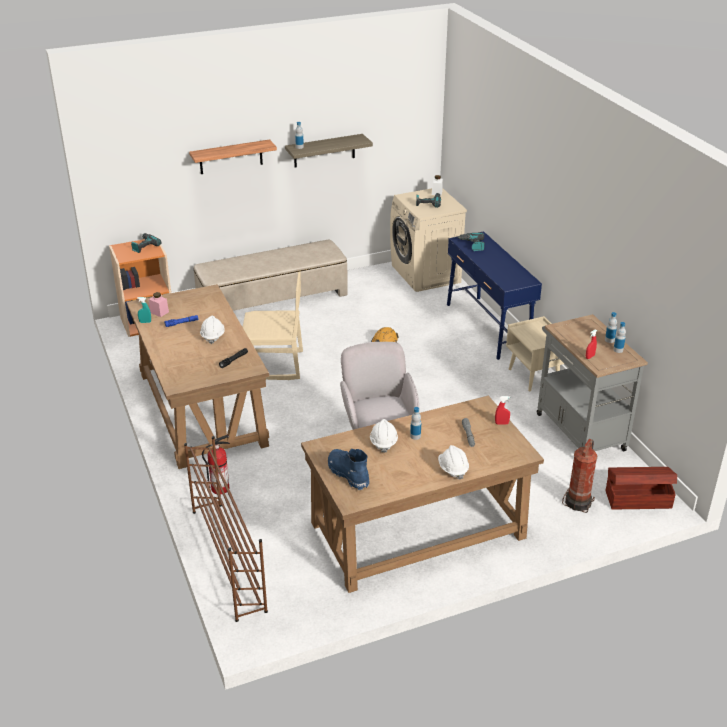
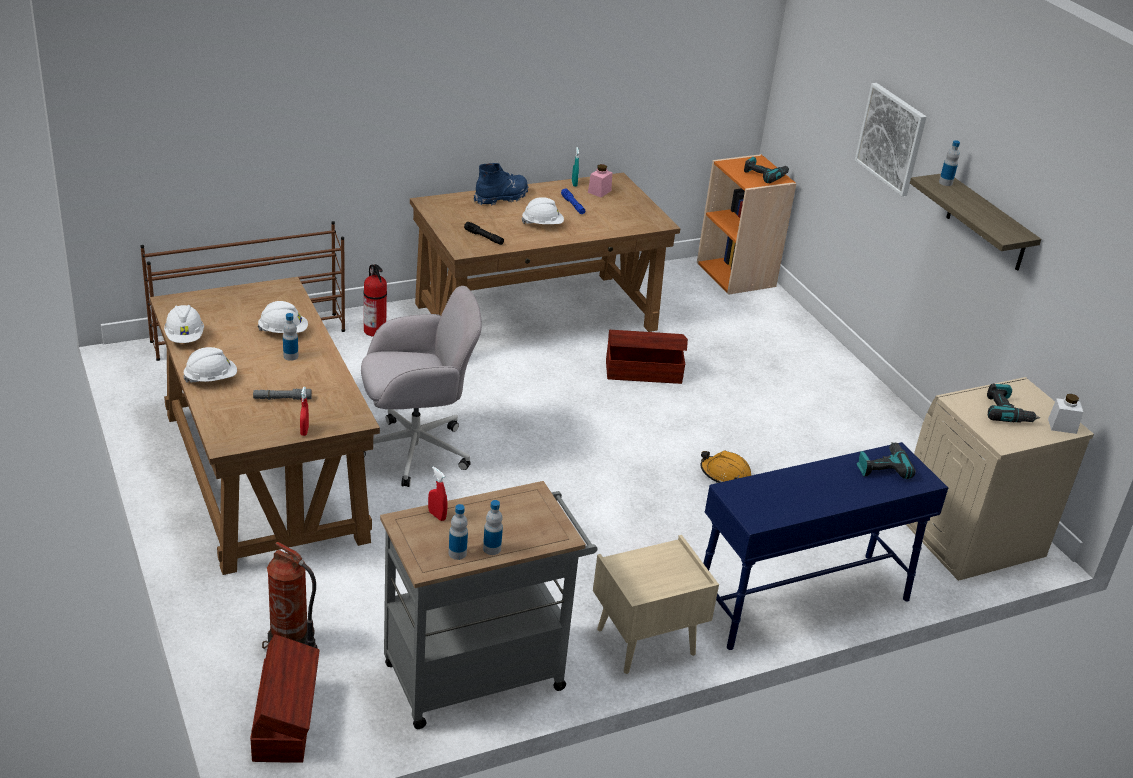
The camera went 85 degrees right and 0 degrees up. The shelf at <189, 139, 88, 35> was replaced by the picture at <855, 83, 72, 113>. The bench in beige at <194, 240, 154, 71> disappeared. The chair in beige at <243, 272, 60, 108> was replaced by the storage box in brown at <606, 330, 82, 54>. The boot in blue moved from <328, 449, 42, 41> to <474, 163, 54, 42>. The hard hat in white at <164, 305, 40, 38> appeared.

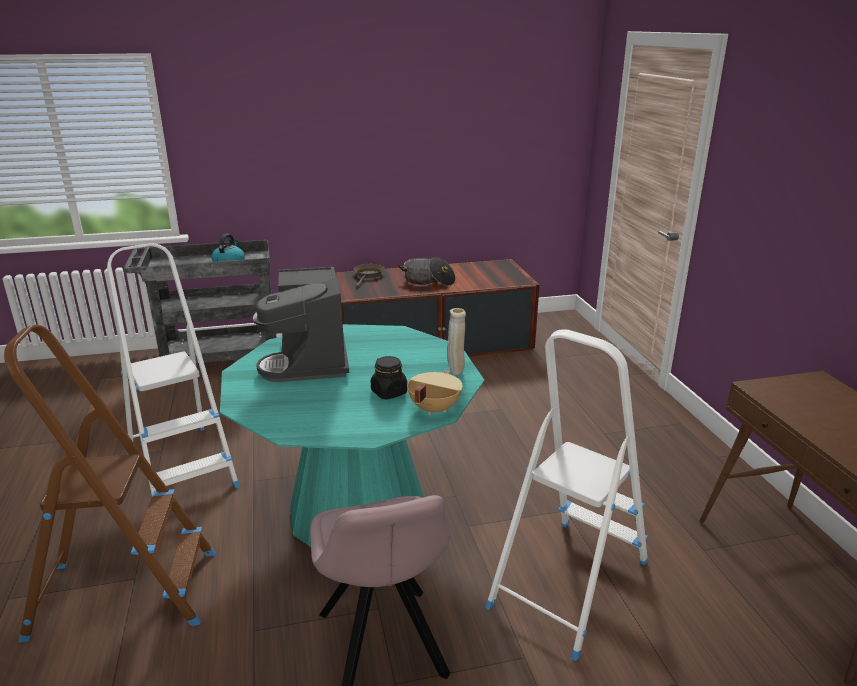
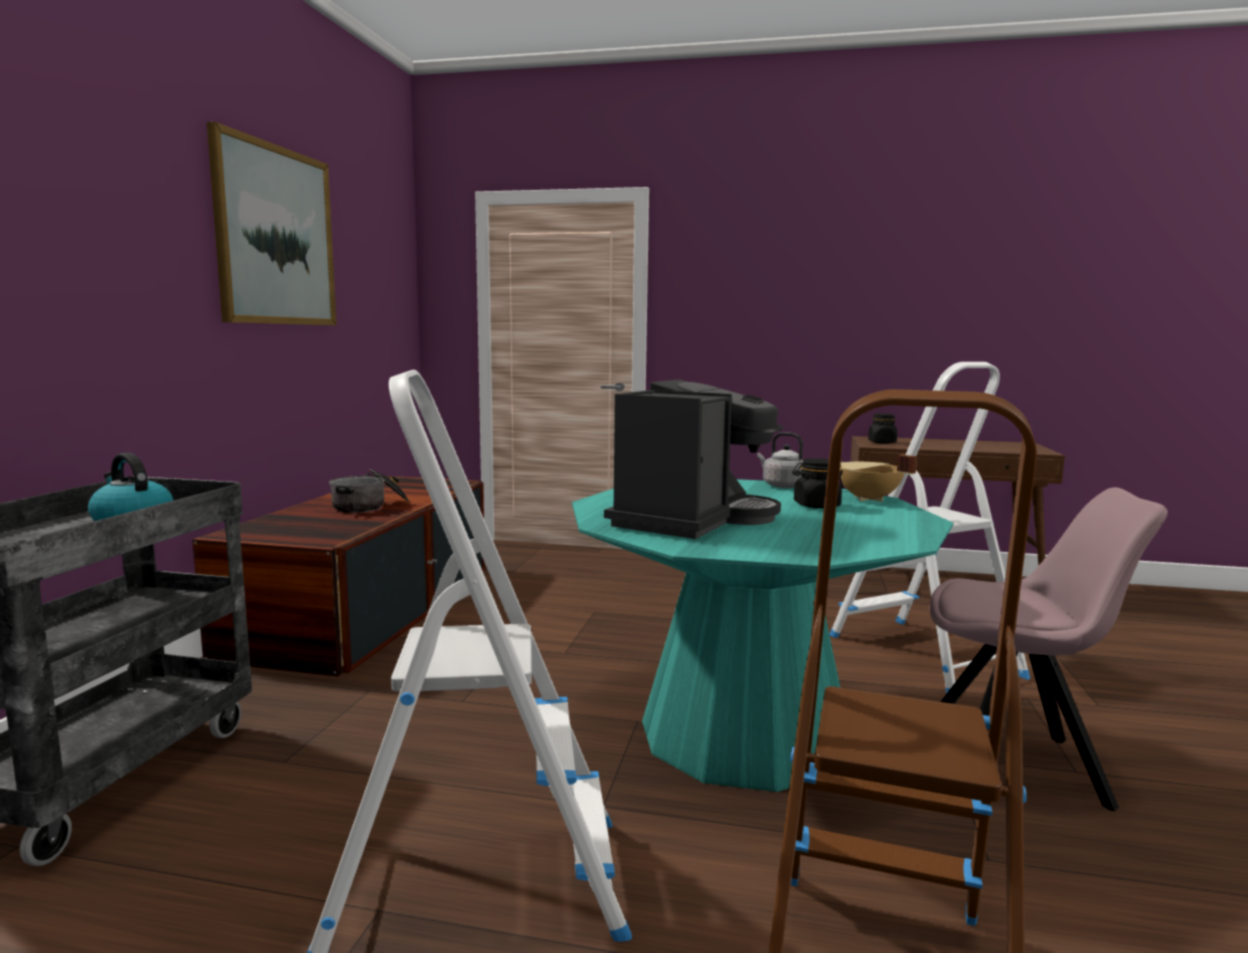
The camera went 65 degrees left and 15 degrees down. The coffee machine at <253, 267, 96, 115> turned 75 degrees counterclockwise. The frying pan in brown at <354, 264, 30, 23> disappeared. The vase in beige at <447, 308, 19, 67> was replaced by the kettle in grey at <757, 432, 47, 56>. The picture at <207, 122, 130, 203> appeared. The jar in black at <868, 413, 29, 31> appeared.

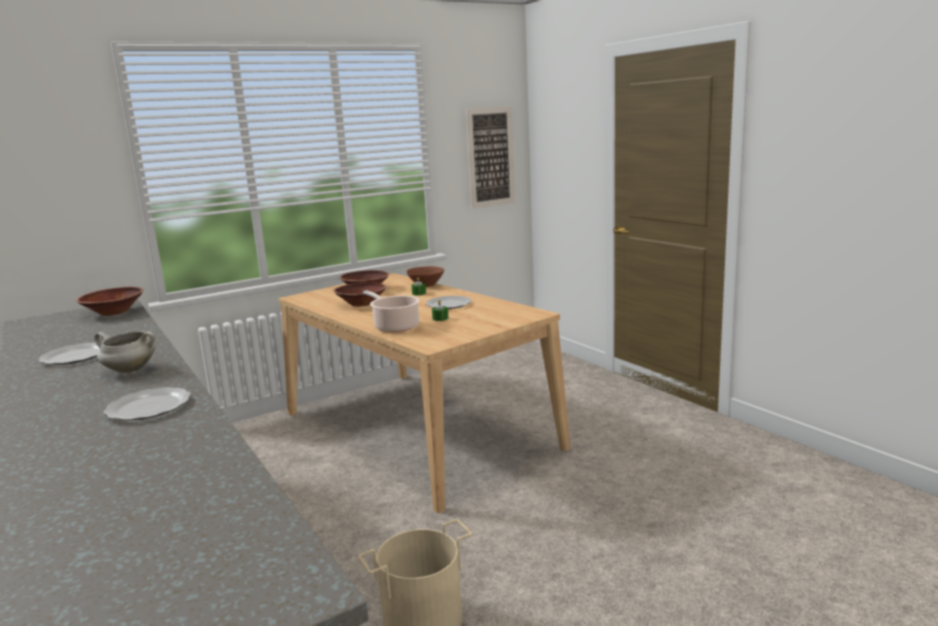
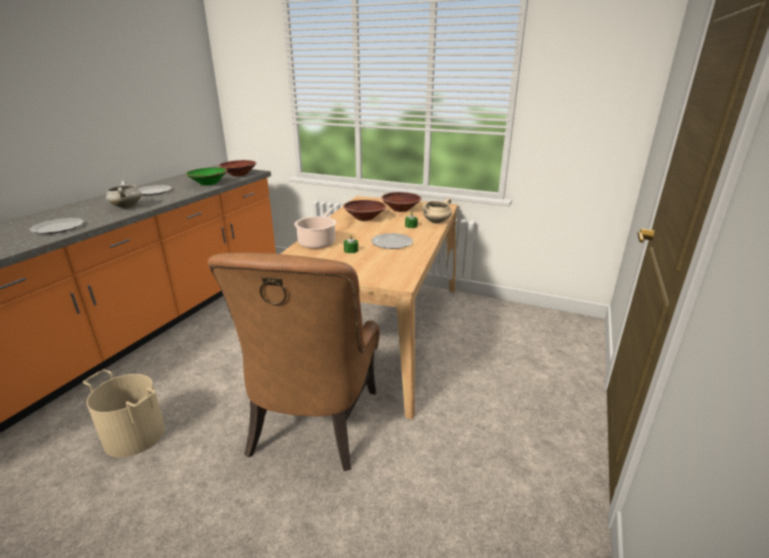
The camera went 55 degrees right and 10 degrees up. The bowl in brown at <406, 266, 38, 21> was replaced by the cooking pot in beige at <422, 198, 30, 25>. The picture at <466, 107, 49, 102> disappeared. The bowl in green at <185, 167, 43, 19> appeared. The chair in brown at <207, 253, 173, 218> appeared.

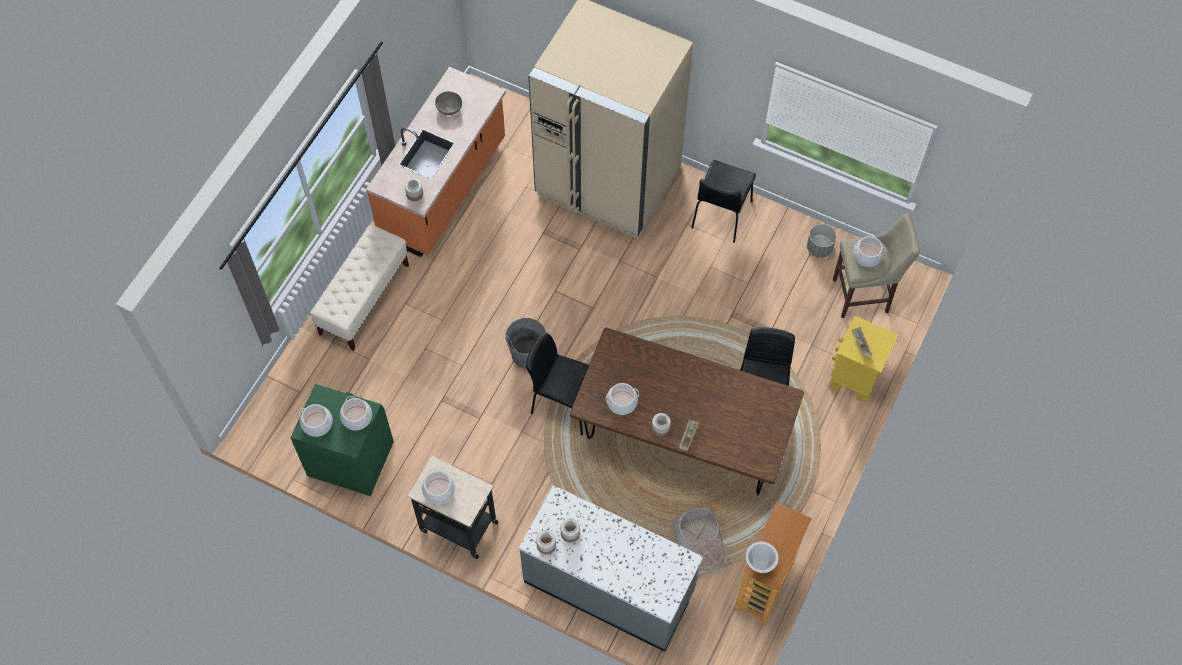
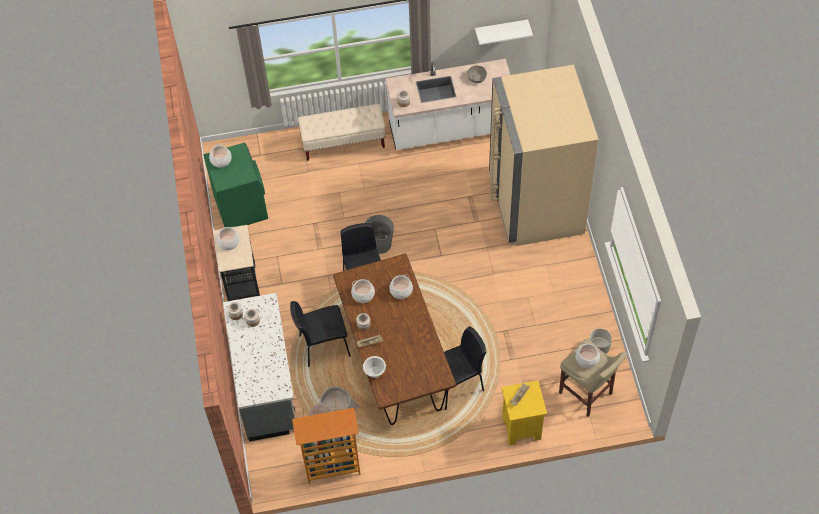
The camera went 55 degrees right and 5 degrees down. The cooking pot moved from <340, 396, 32, 34> to <389, 275, 24, 24>. The counter in orange at <366, 67, 140, 190> became the counter in white at <386, 59, 124, 91>. The chair in black moved from <691, 160, 65, 83> to <290, 301, 61, 66>. The bowl in white moved from <746, 542, 33, 31> to <363, 356, 23, 22>. The shelf in white at <475, 20, 58, 25> appeared.

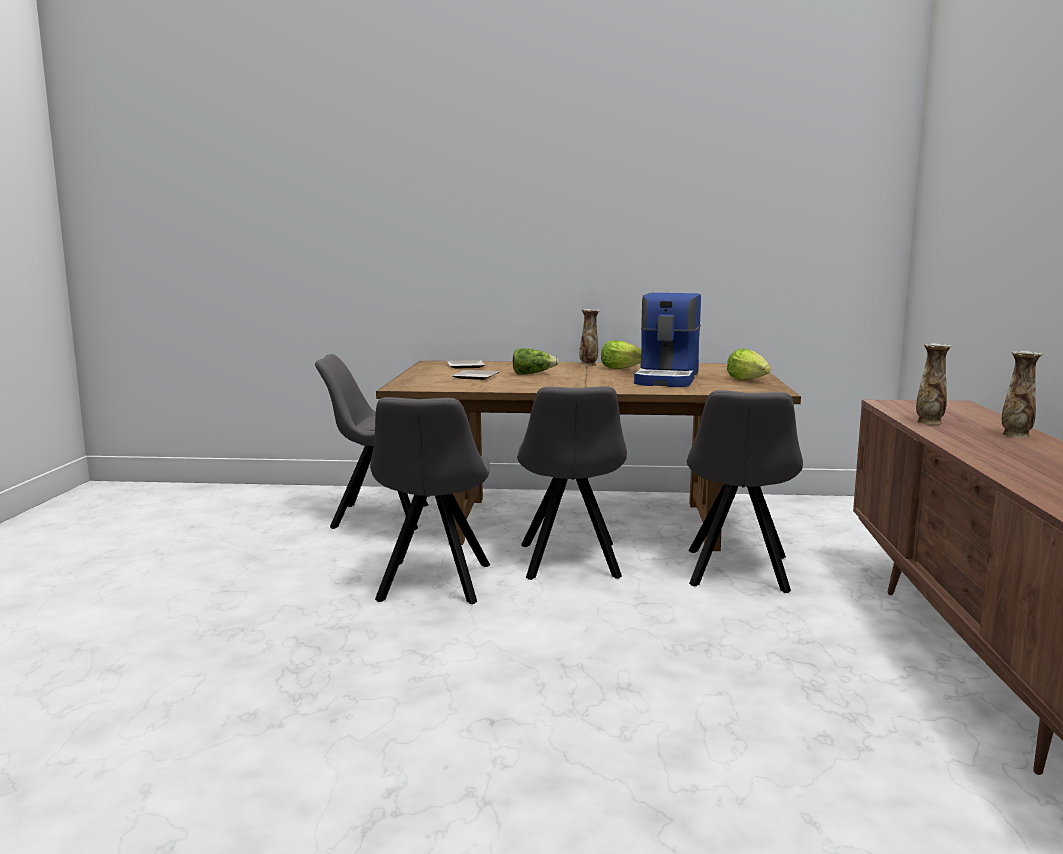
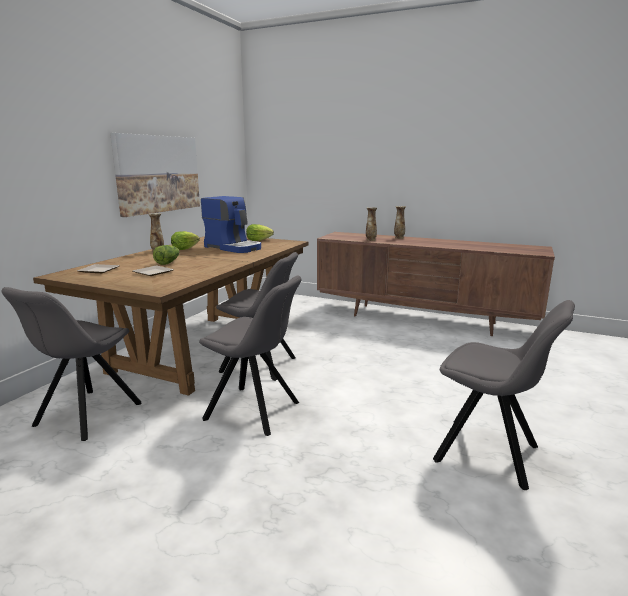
The camera went 70 degrees left and 5 degrees up. The chair in grey moved from <687, 390, 116, 203> to <433, 300, 142, 190>. The picture at <110, 133, 90, 84> appeared.

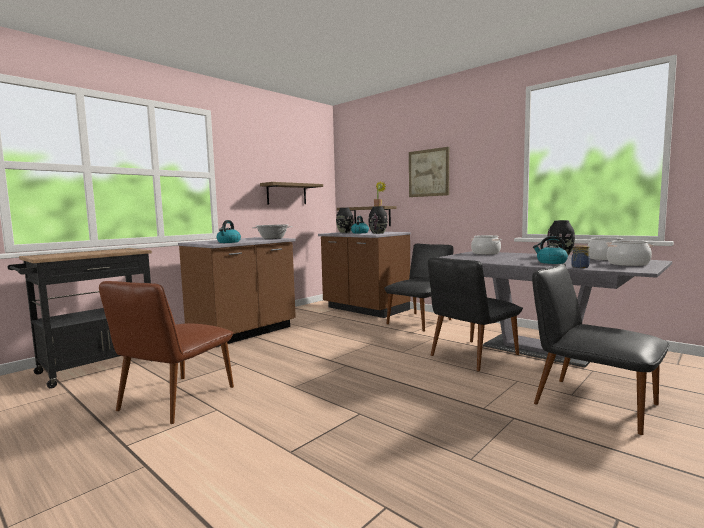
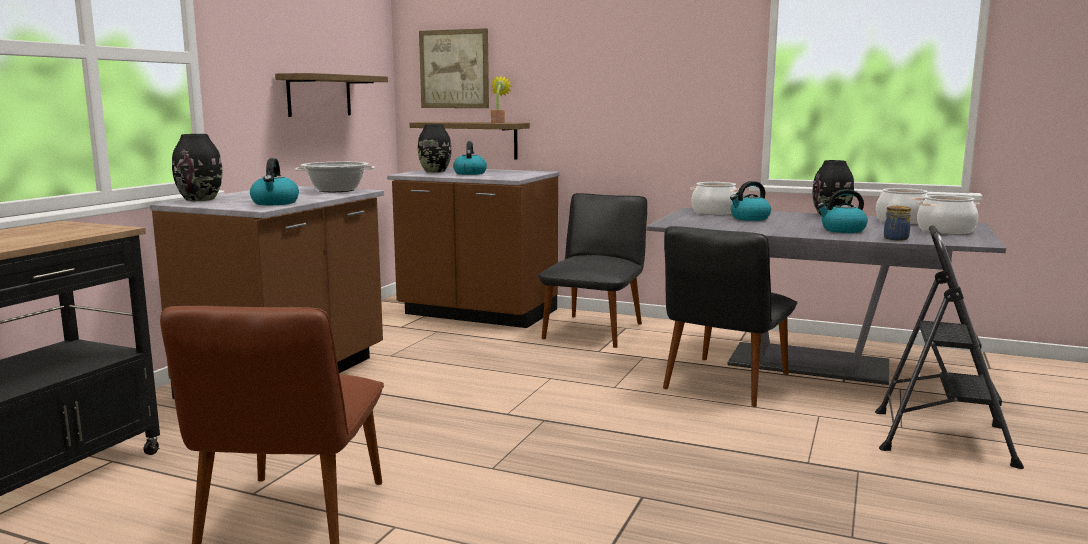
The camera went 20 degrees left and 5 degrees up. The vase in black moved from <368, 206, 20, 28> to <172, 134, 50, 67>. The picture moved from <409, 147, 40, 50> to <419, 28, 70, 80>. The chair in black at <532, 263, 137, 172> was replaced by the step ladder in black at <875, 225, 149, 244>. The kettle at <730, 181, 41, 40> appeared.

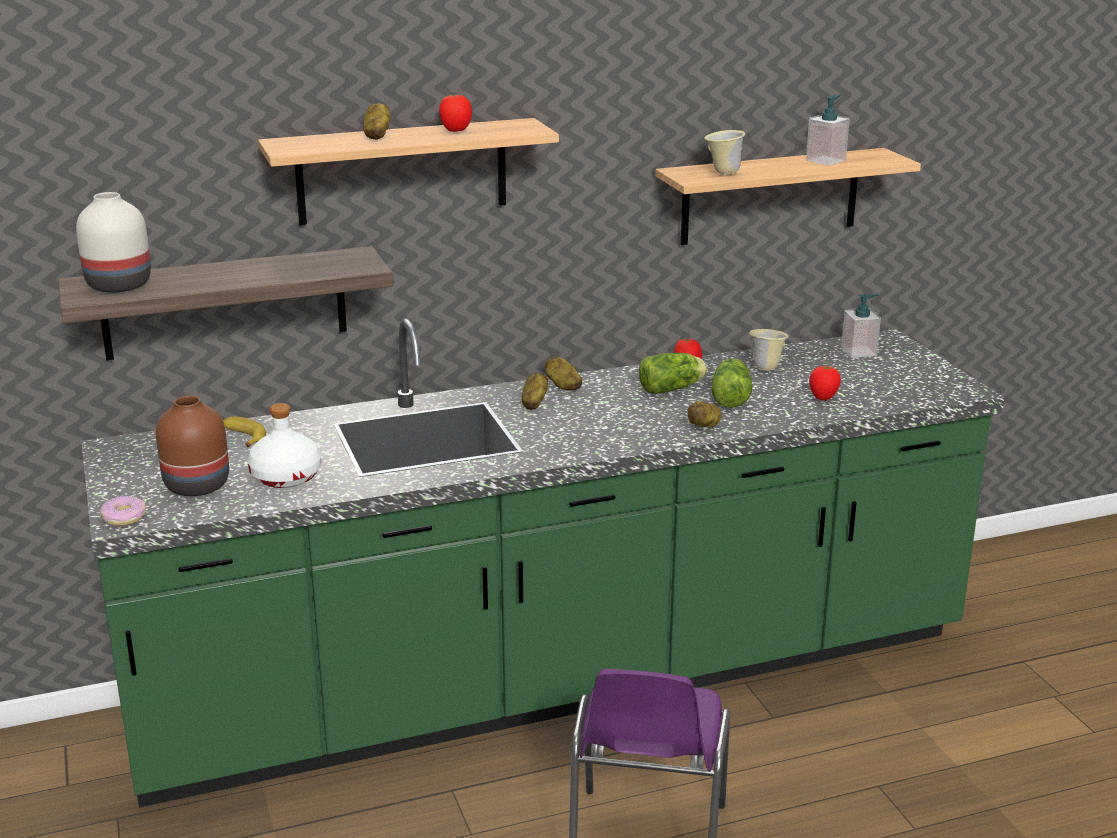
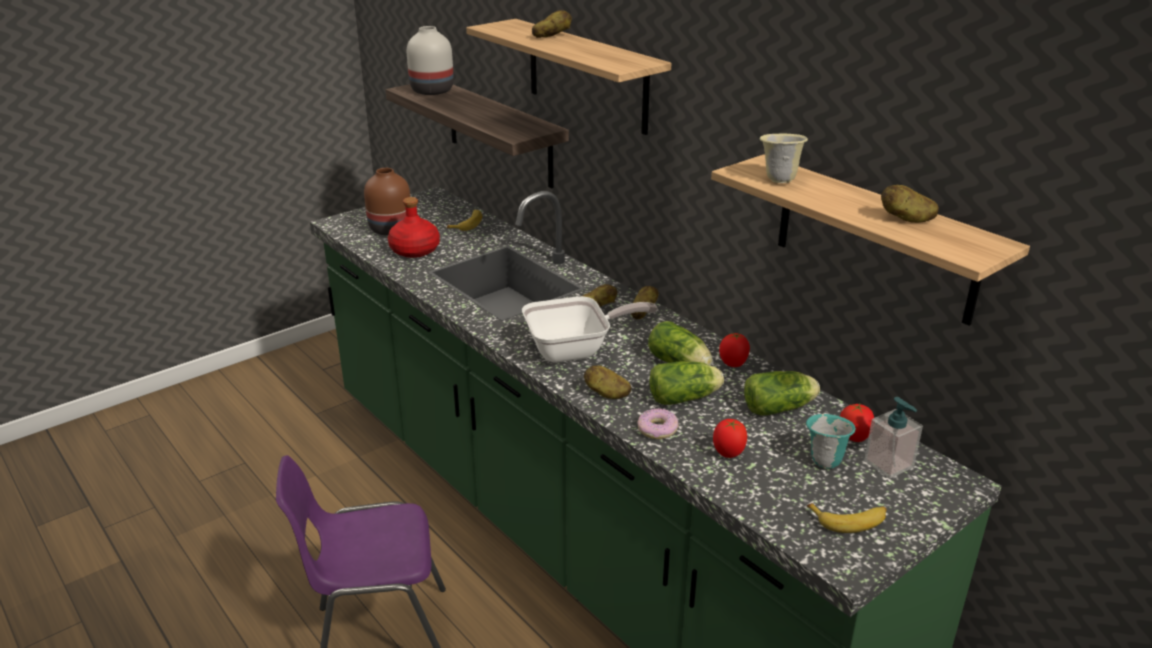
The camera went 70 degrees right and 5 degrees up. The donut moved from <100, 496, 46, 30> to <637, 408, 42, 31>. The bottle in white at <247, 403, 74, 85> became the bottle in red at <388, 197, 52, 61>. The tomato moved from <439, 94, 33, 38> to <840, 404, 34, 38>. The mug in beige at <749, 329, 40, 42> was replaced by the lettuce at <744, 371, 76, 45>. The soap dispenser at <806, 95, 44, 71> was replaced by the potato at <881, 185, 58, 38>. The frying pan at <522, 296, 136, 67> appeared. The mug in turquoise at <806, 414, 50, 55> appeared. The banana at <807, 503, 80, 30> appeared.

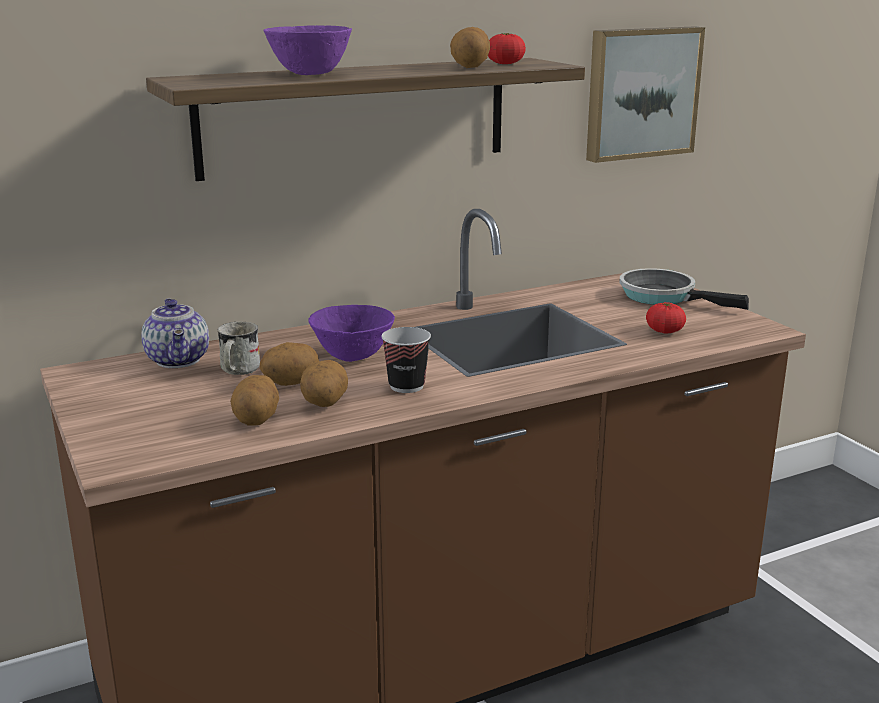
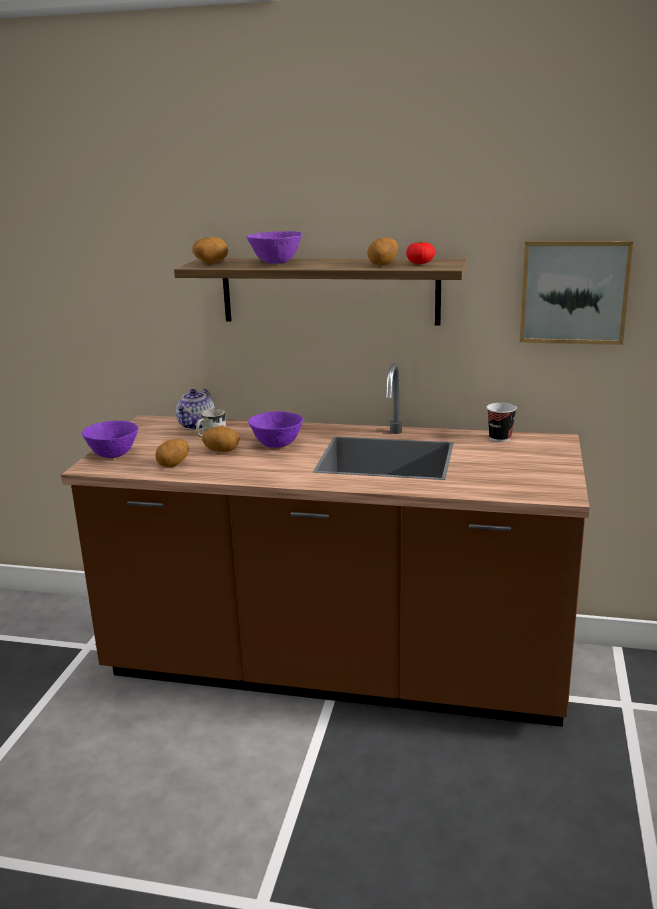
The camera went 40 degrees right and 0 degrees up. The potato moved from <300, 360, 48, 47> to <192, 237, 36, 27>. The cup moved from <381, 327, 50, 66> to <487, 403, 30, 39>. The frying pan at <620, 268, 129, 42> disappeared. The tomato at <646, 302, 40, 31> disappeared. The bowl in purple at <82, 421, 57, 37> appeared.

